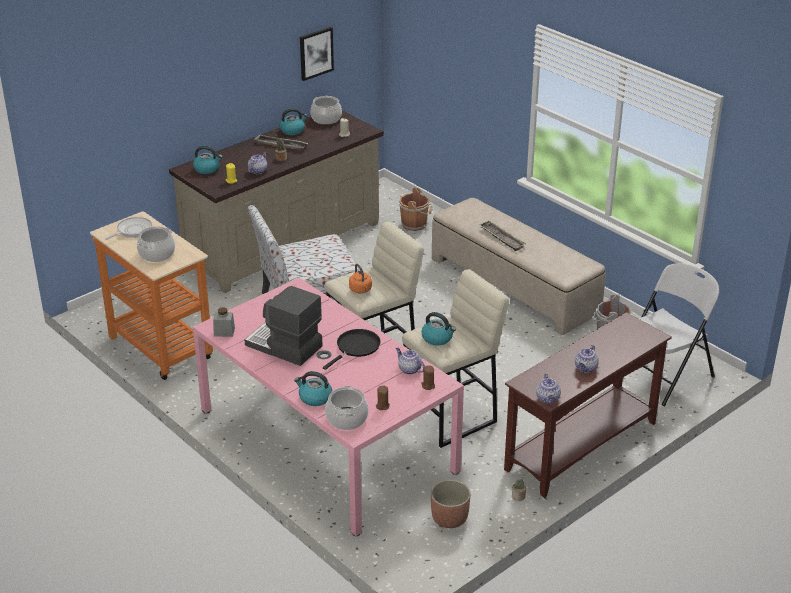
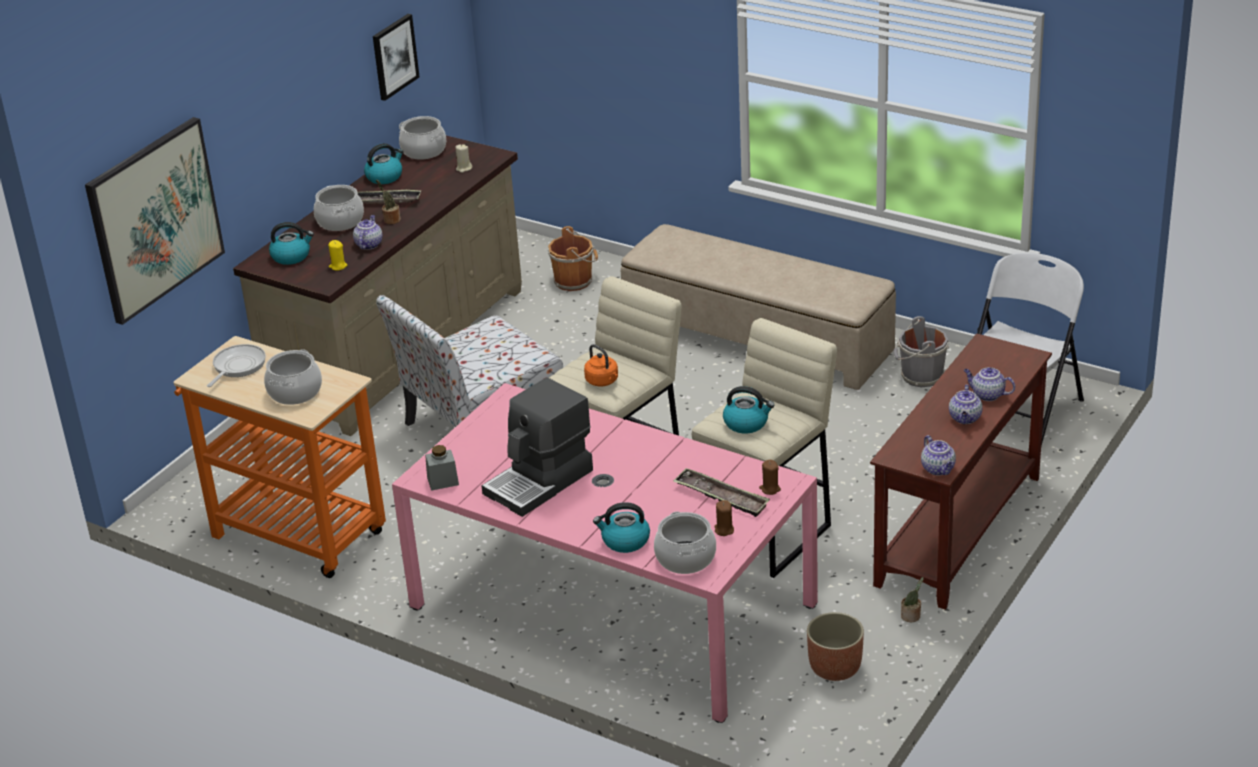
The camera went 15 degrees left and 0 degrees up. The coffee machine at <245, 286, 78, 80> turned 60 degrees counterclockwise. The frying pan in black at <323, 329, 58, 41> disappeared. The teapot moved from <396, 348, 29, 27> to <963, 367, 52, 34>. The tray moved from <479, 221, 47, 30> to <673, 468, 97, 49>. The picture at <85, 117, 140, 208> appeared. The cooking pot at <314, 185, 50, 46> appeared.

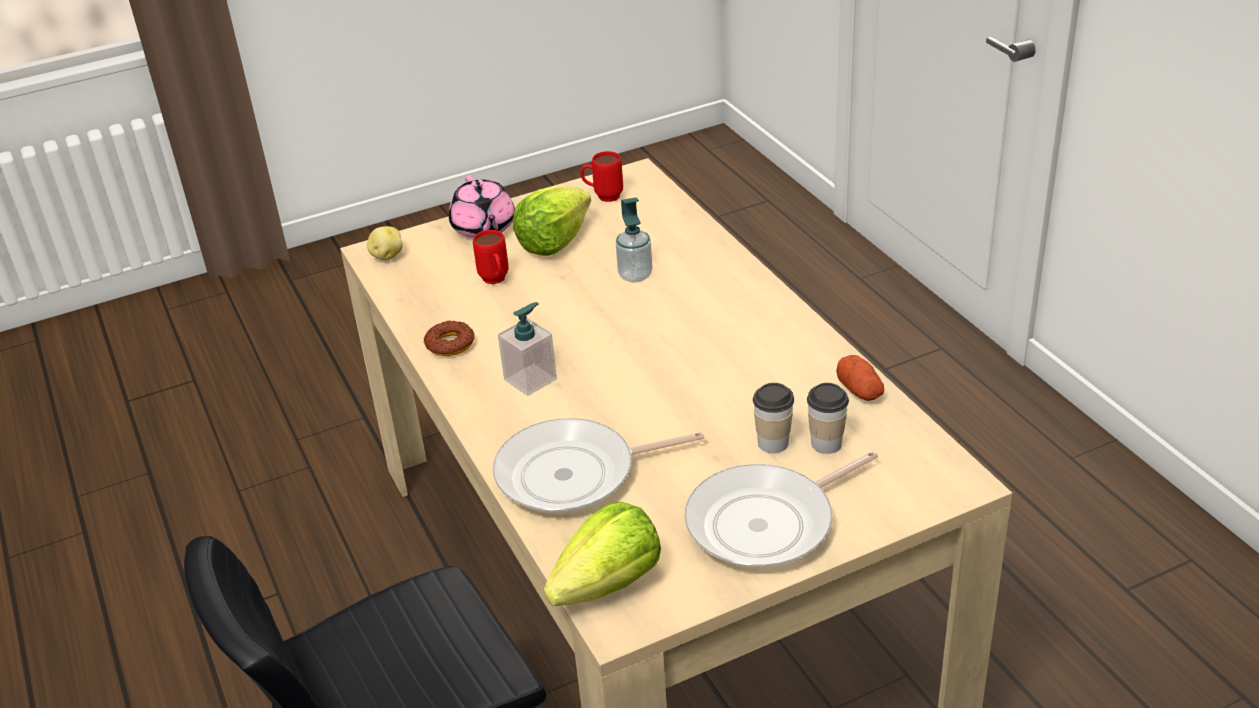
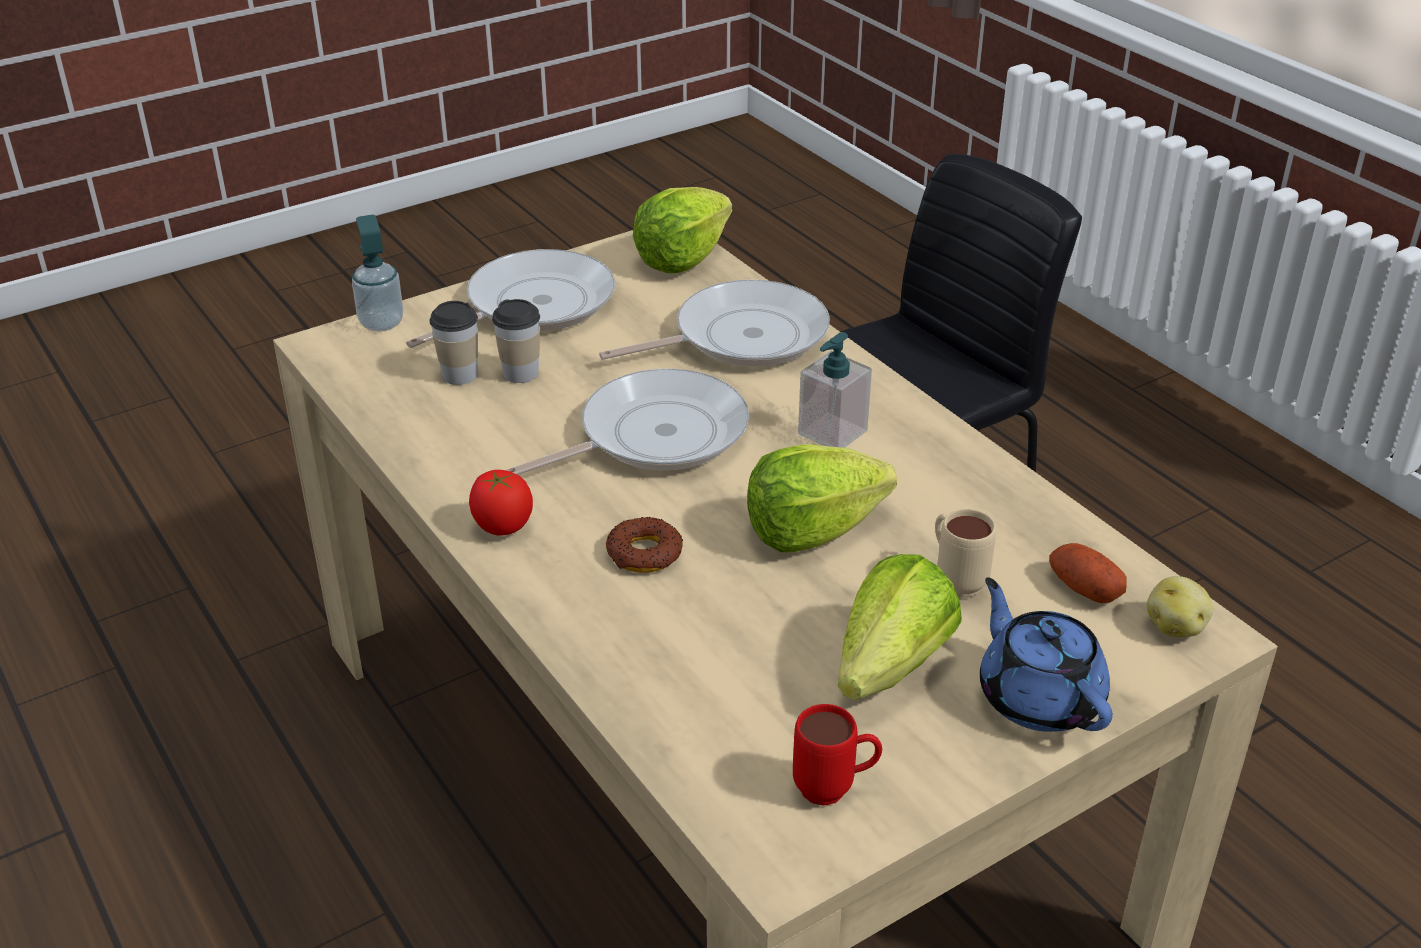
The camera went 170 degrees right and 0 degrees up. The donut moved from <424, 321, 51, 35> to <606, 517, 77, 56>. The teapot in pink at <449, 175, 66, 63> became the teapot in blue at <980, 577, 133, 155>. The mug in red at <473, 230, 36, 54> became the mug in beige at <935, 509, 61, 89>. The soap dispenser moved from <616, 197, 36, 85> to <352, 215, 51, 117>. The potato moved from <836, 355, 48, 46> to <1049, 543, 78, 60>. The tomato at <469, 470, 64, 66> appeared. The frying pan at <506, 369, 243, 106> appeared. The lettuce at <747, 444, 150, 108> appeared.

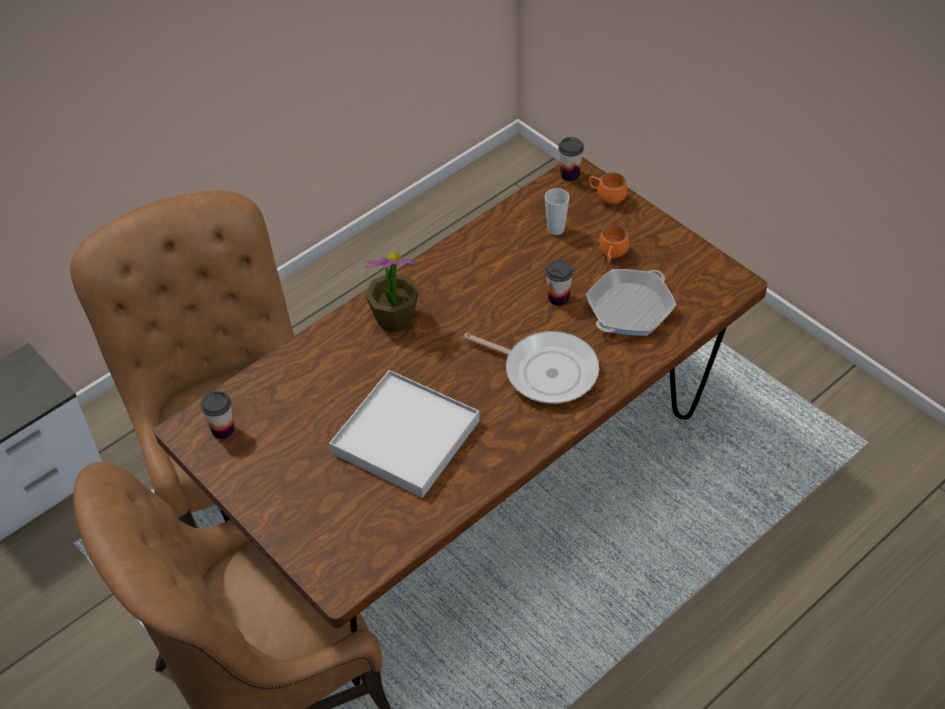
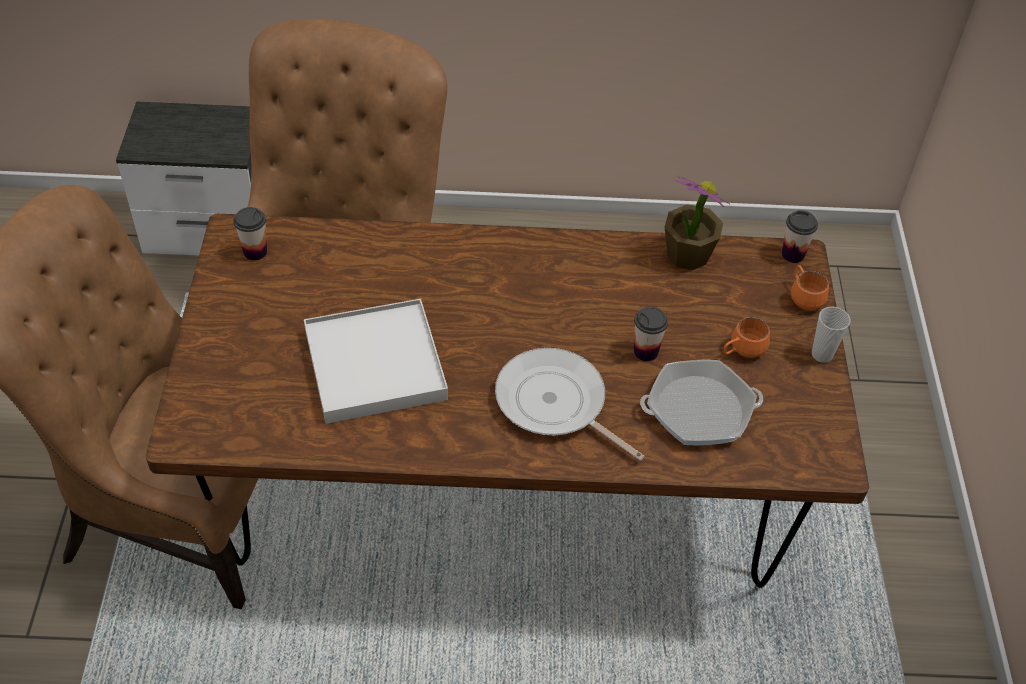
The camera went 40 degrees right and 0 degrees up. The potted plant moved from <364, 251, 55, 81> to <664, 177, 66, 93>. The frying pan at <464, 331, 135, 73> turned 150 degrees clockwise. The cup moved from <545, 188, 25, 47> to <812, 306, 38, 57>.

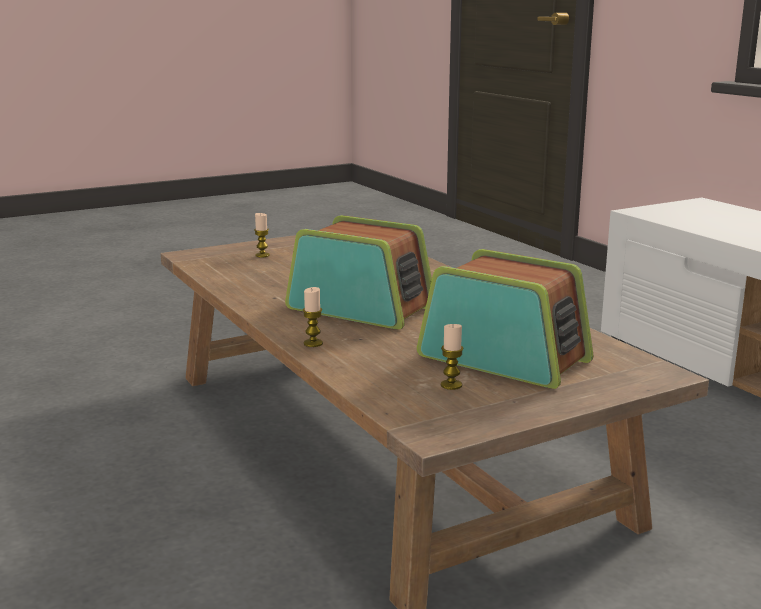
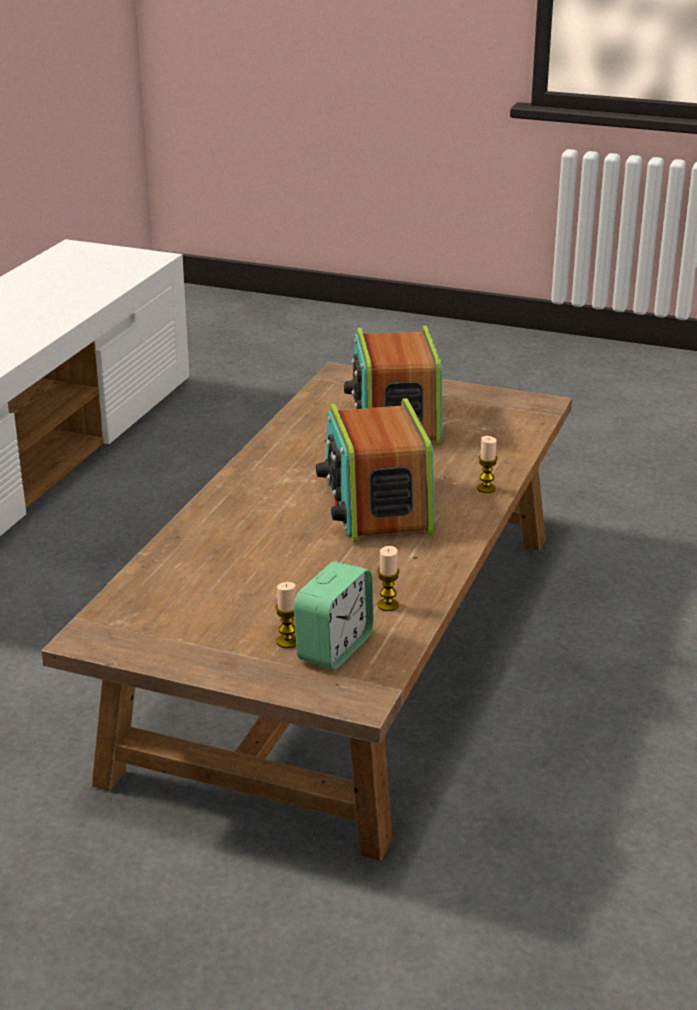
The camera went 130 degrees left and 10 degrees up. The candle moved from <441, 324, 23, 66> to <377, 546, 23, 65>. The alarm clock at <294, 561, 80, 108> appeared.

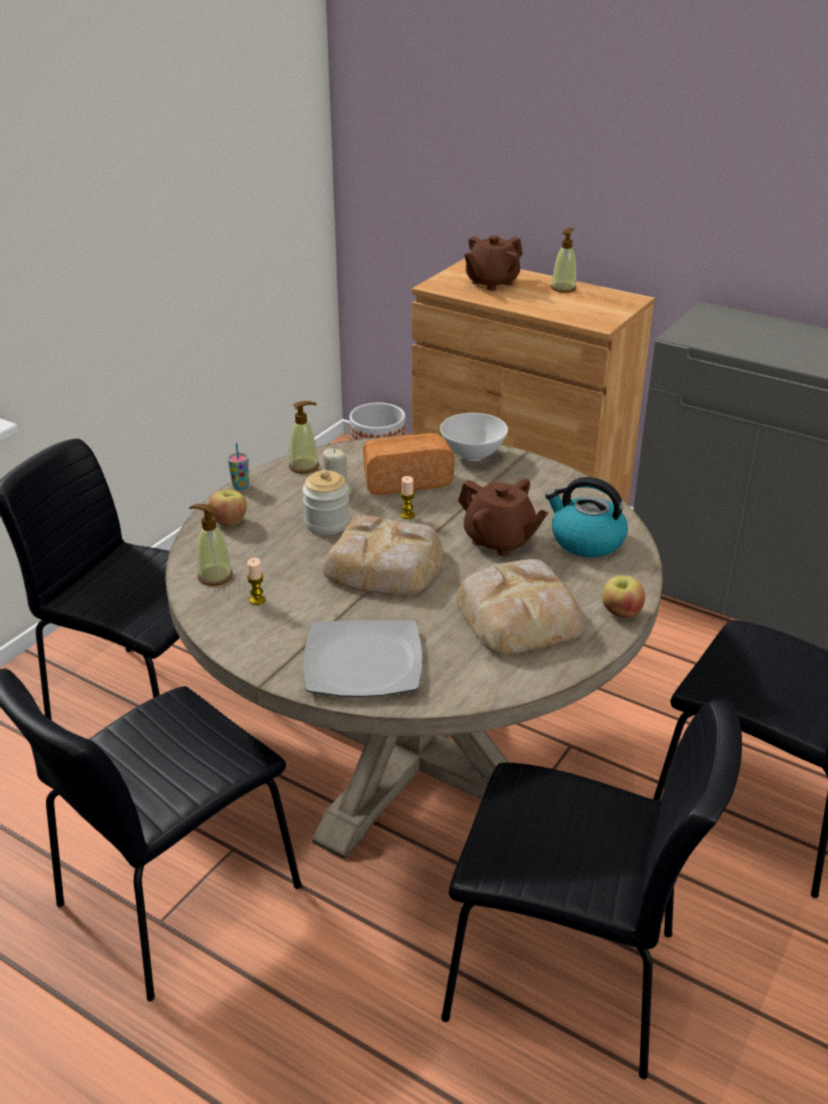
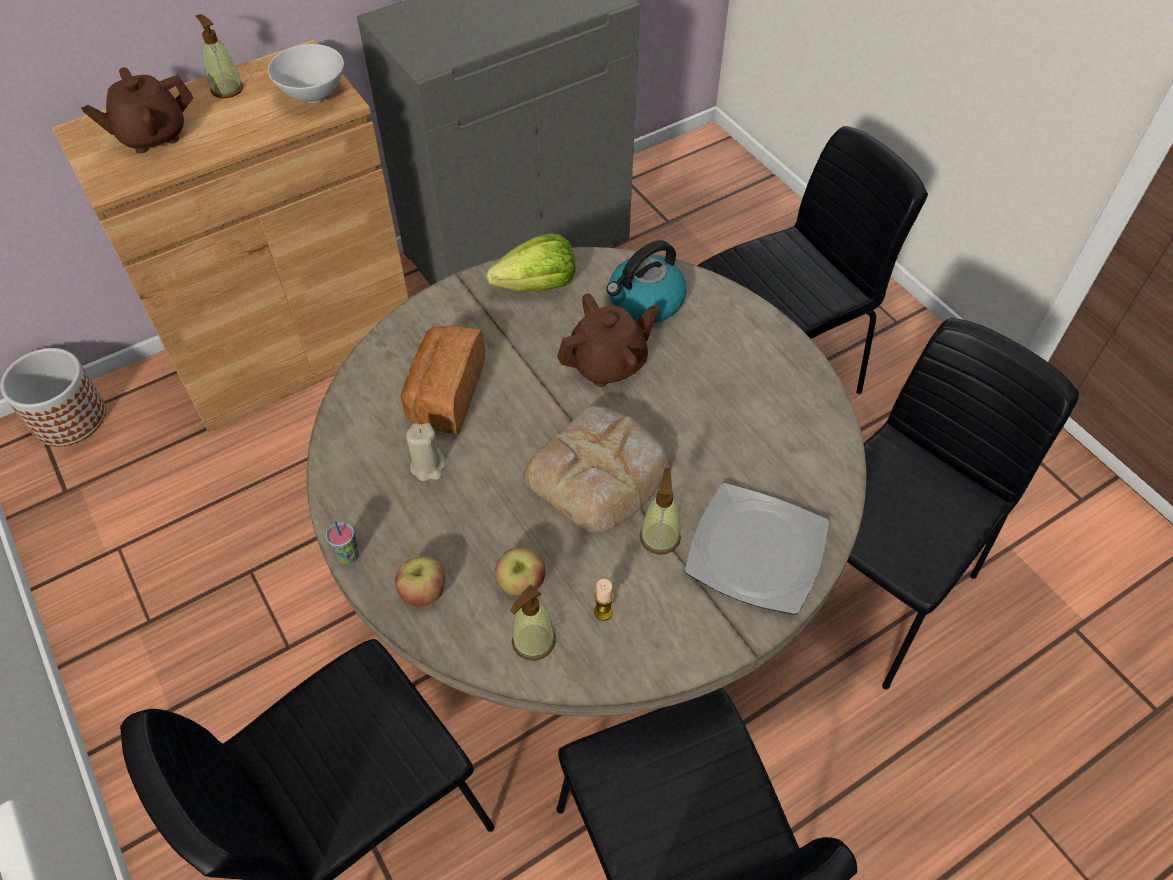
The camera went 65 degrees left and 20 degrees up. The soap dispenser moved from <289, 401, 30, 72> to <640, 468, 41, 87>. The jar at <302, 470, 48, 65> disappeared. The candle at <400, 476, 15, 43> disappeared. The bowl in white moved from <440, 413, 68, 48> to <268, 44, 76, 59>. The bread at <456, 559, 128, 96> disappeared. The teapot in brown at <464, 236, 59, 55> turned 75 degrees clockwise. The apple moved from <602, 575, 43, 43> to <495, 548, 51, 49>. The lettuce at <486, 233, 89, 58> appeared.

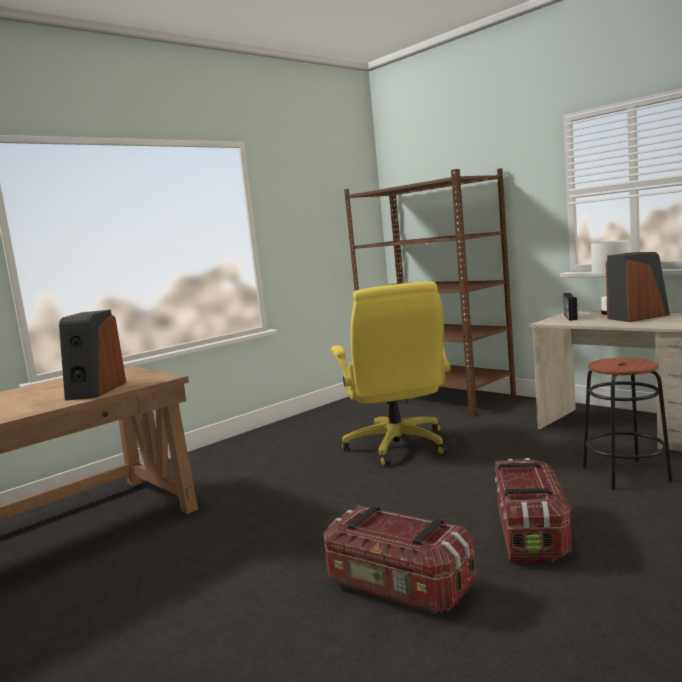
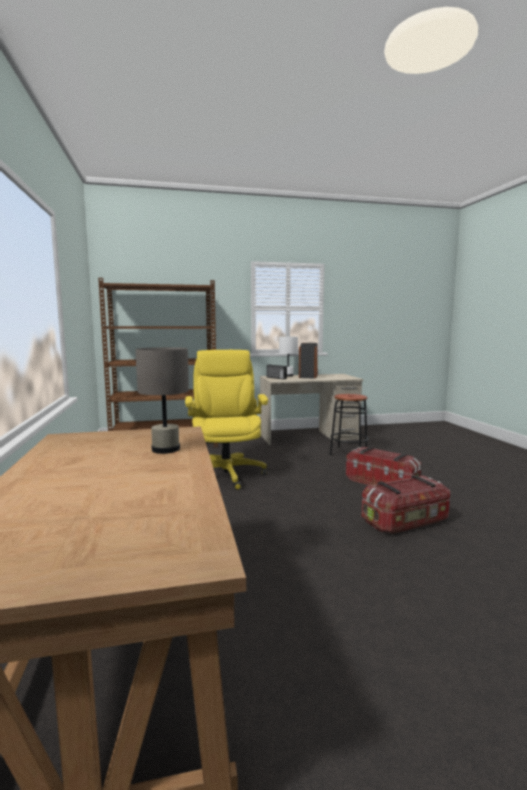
The camera went 60 degrees left and 0 degrees up. The speaker at <59, 310, 67, 91> was replaced by the table lamp in grey at <136, 347, 53, 107>. The office chair in yellow at <331, 281, 120, 185> turned 120 degrees counterclockwise.

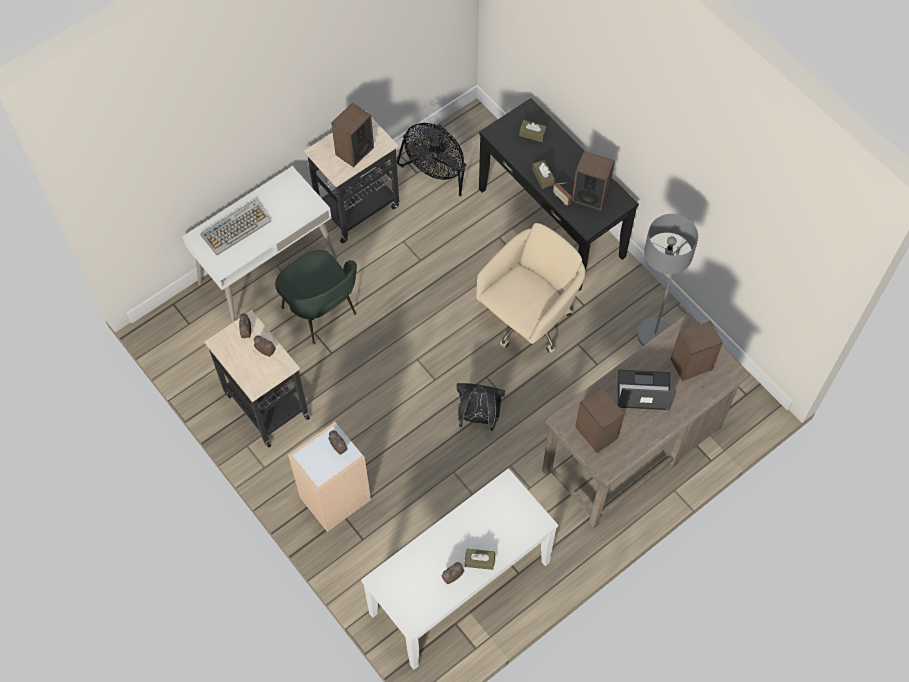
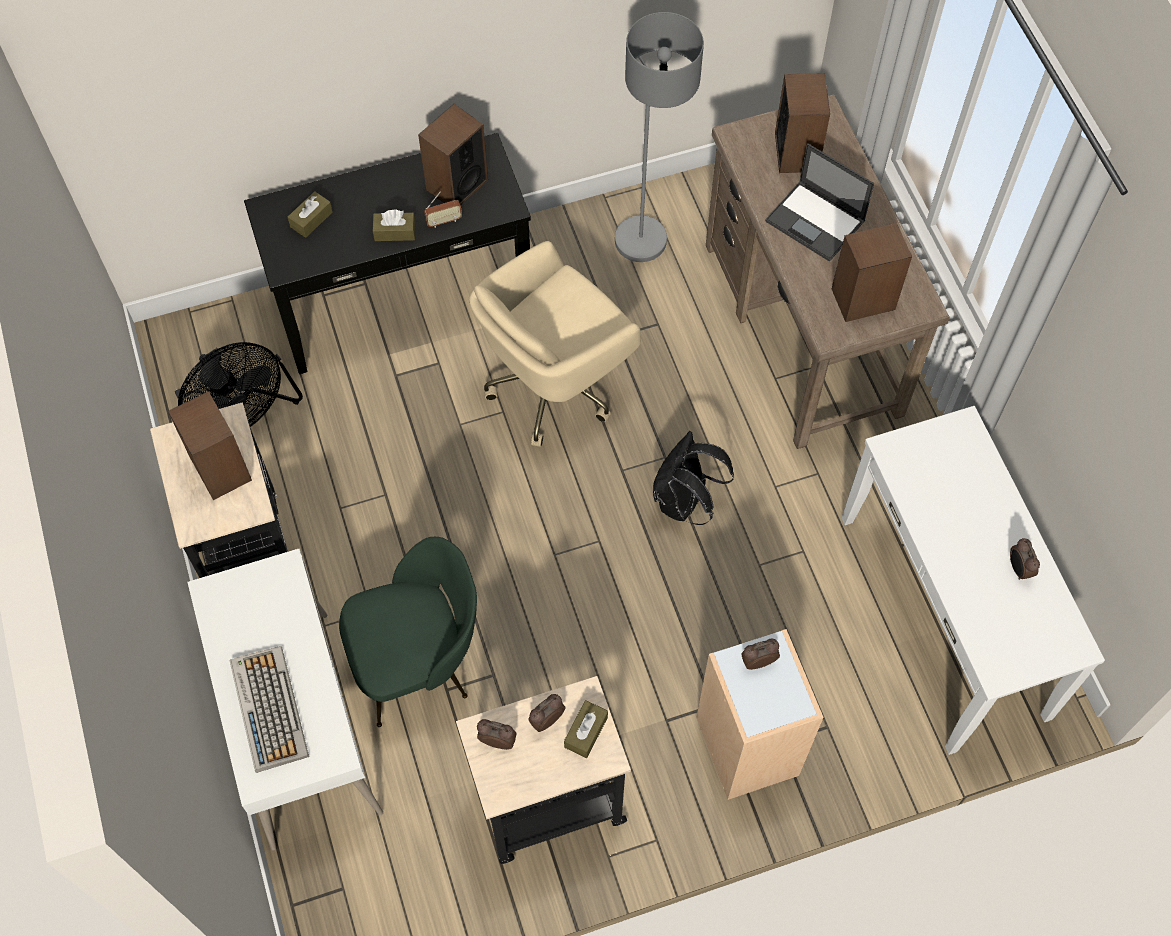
The camera went 70 degrees left and 0 degrees up. The tissue box in brown moved from <465, 549, 30, 21> to <564, 700, 44, 58>. The office chair in beige at <476, 223, 110, 130> turned 105 degrees counterclockwise. The laptop at <618, 369, 58, 41> turned 75 degrees counterclockwise.

